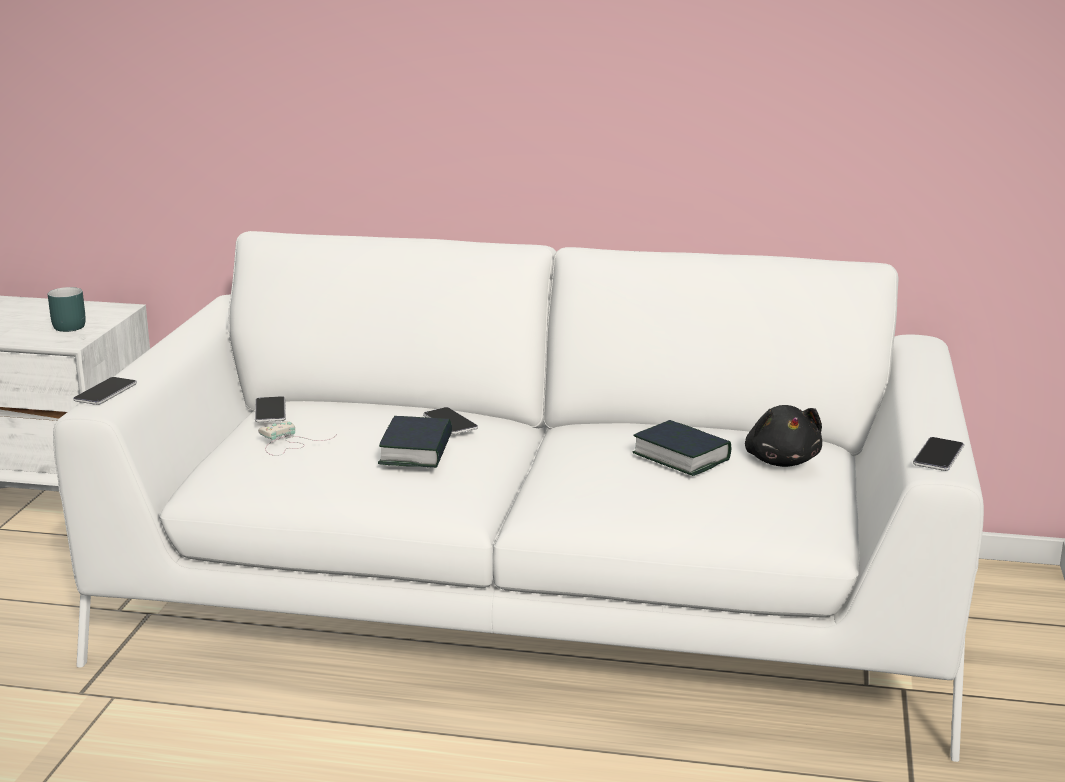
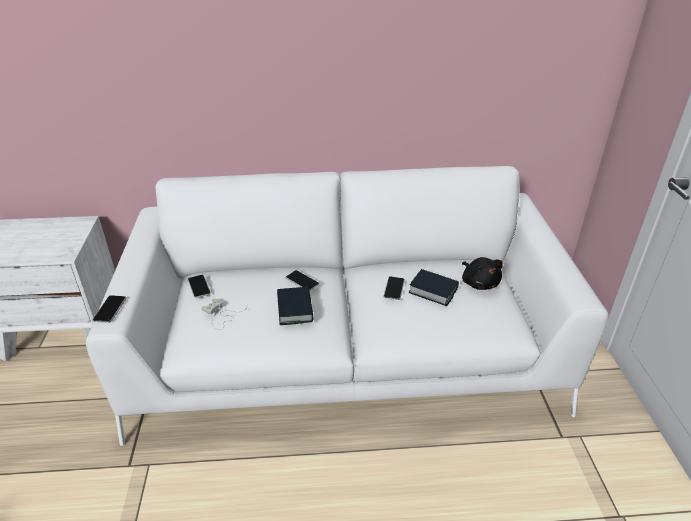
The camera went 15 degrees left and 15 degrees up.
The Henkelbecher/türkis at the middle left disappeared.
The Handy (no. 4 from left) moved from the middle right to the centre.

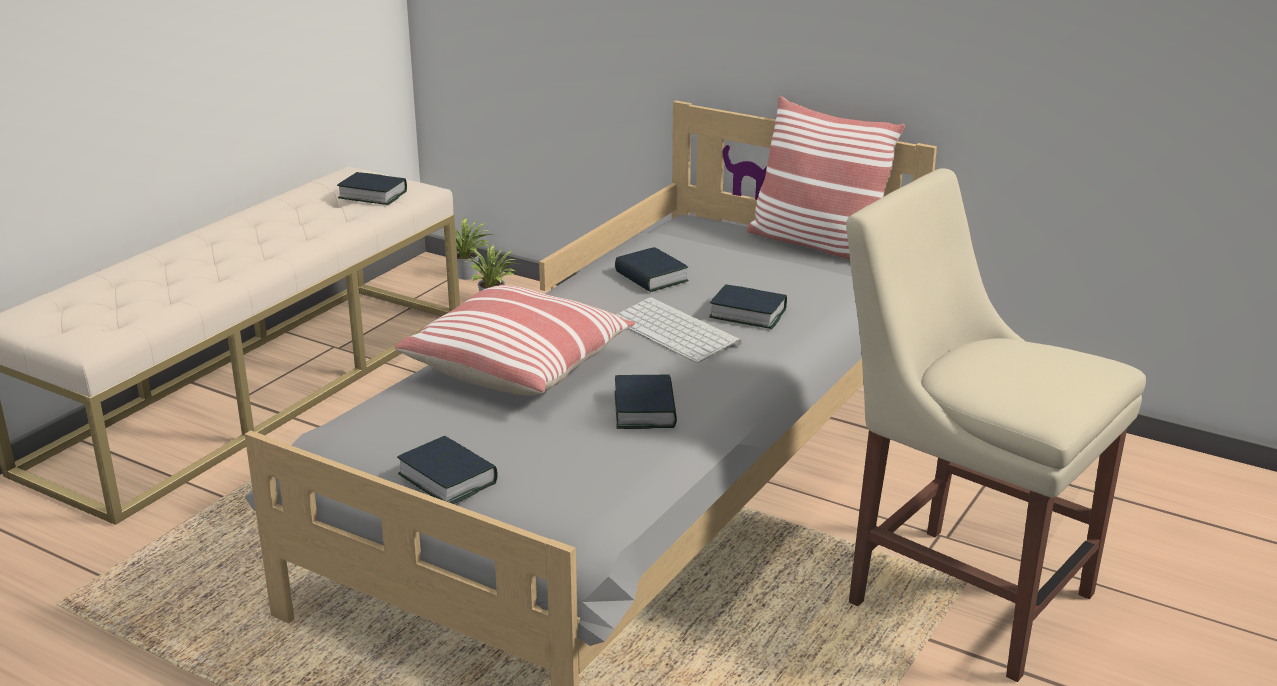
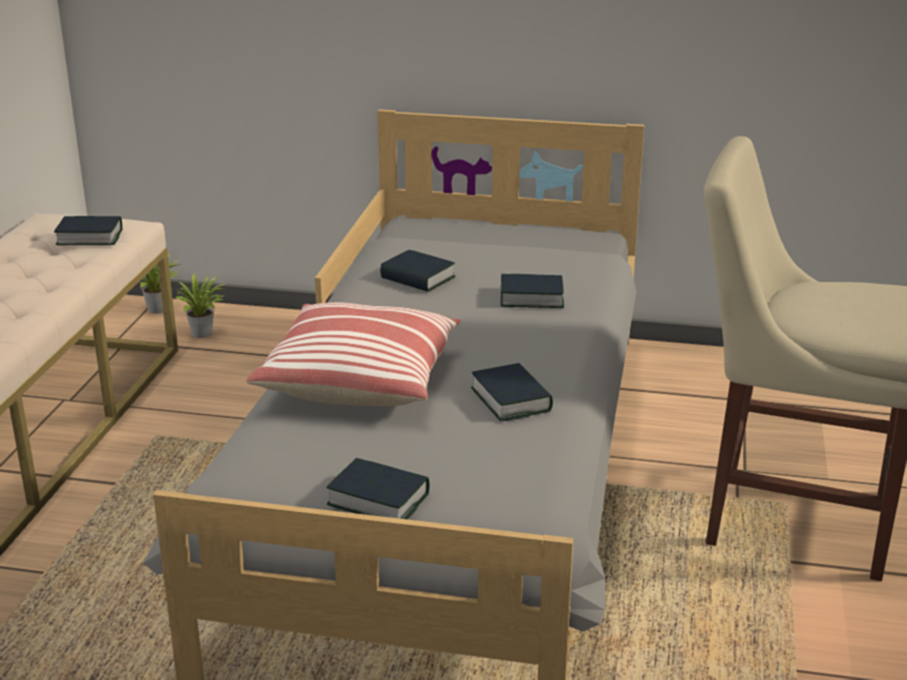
The camera went 20 degrees left and 0 degrees up.
The Tastatur at the centre disappeared.
The Kissen (no. 2 from left) at the top centre disappeared.

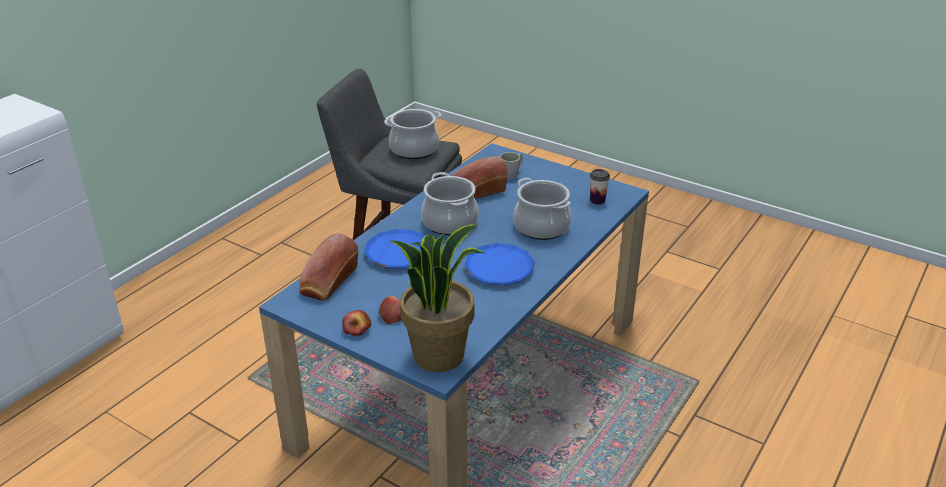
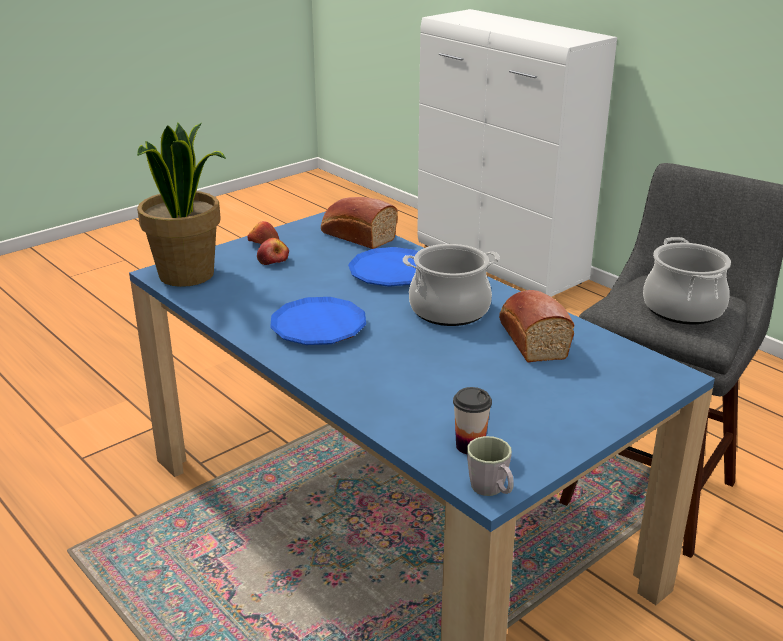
The camera went 105 degrees right and 5 degrees down.
The Kochtopf (no. 3 from left) at the centre disappeared.
The Henkelbecher/grau moved from the centre to the bottom centre.

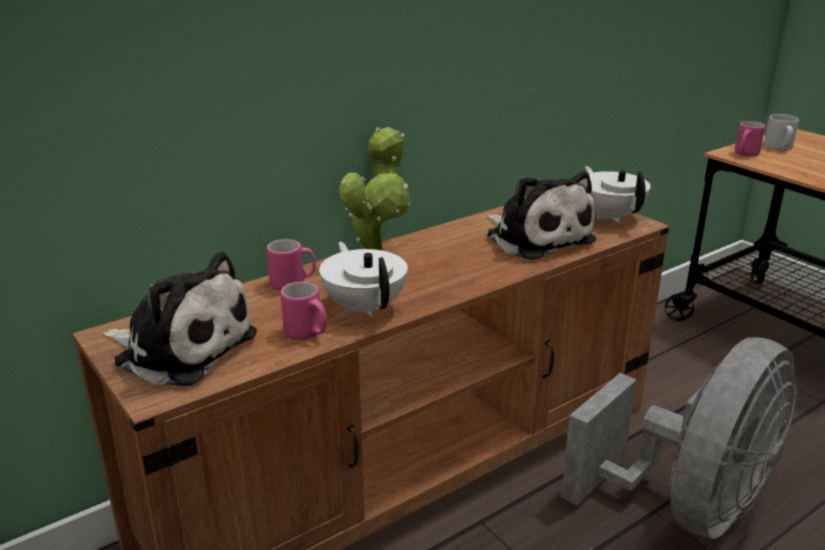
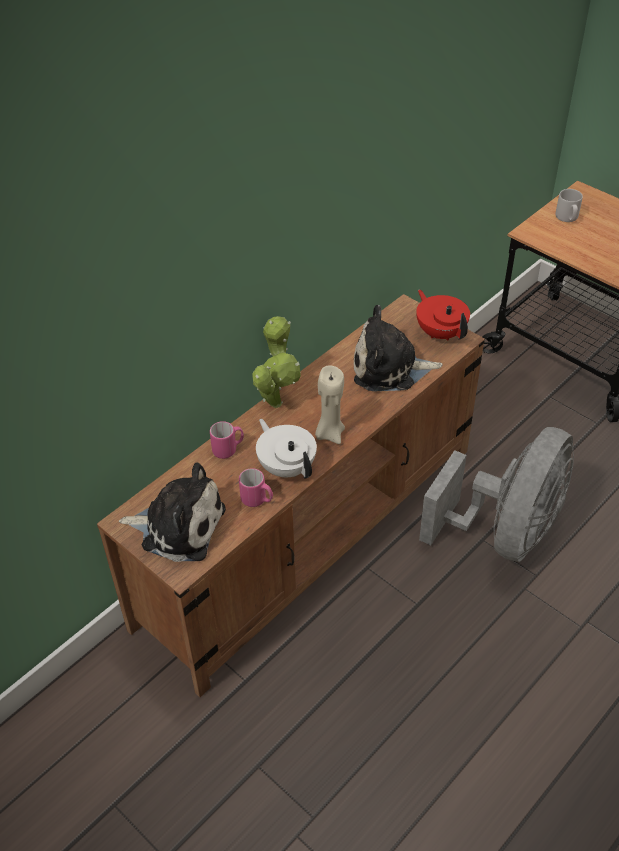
The camera went 10 degrees left and 20 degrees up.
The Henkelbecher/rosa (no. 3 from left) at the top right disappeared.
The Kerze/beige at the centre appeared.
The Teekanne/weiß (no. 2 from left) at the middle right became the Teekanne/rot at the middle right.
The Plüschtier (no. 2 from left) at the centre turned 135 degrees clockwise.

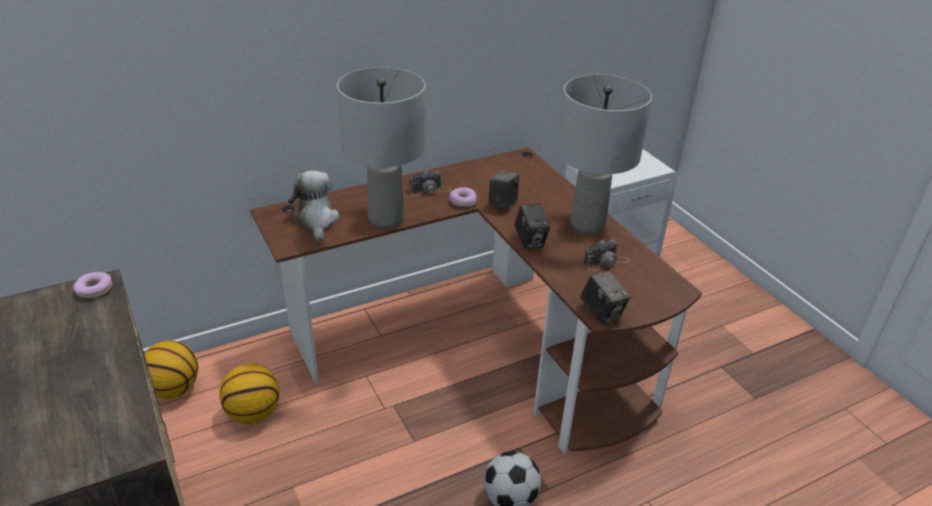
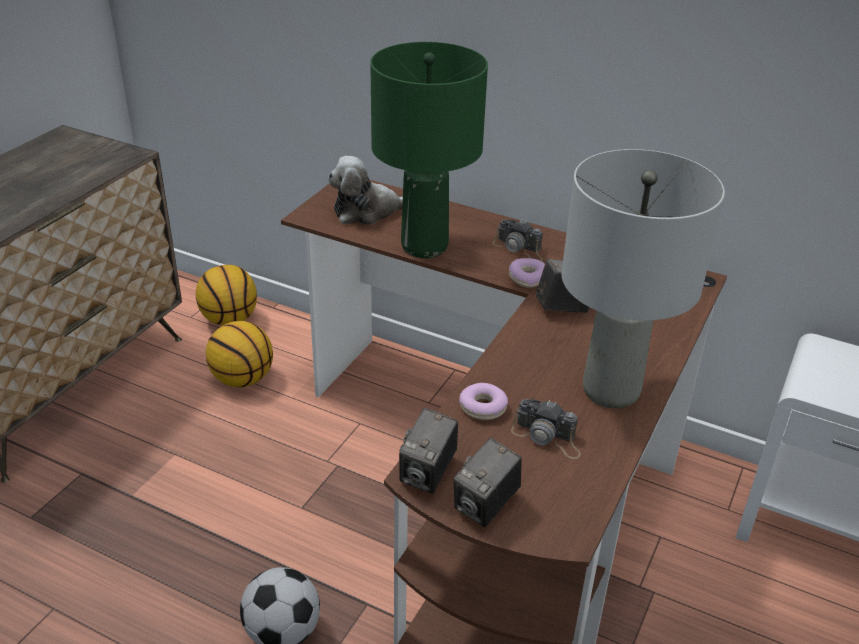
The camera went 55 degrees right and 0 degrees up.
The Donut (no. 1 from left) moved from the middle left to the centre.
The Kamera (no. 3 from left in the first image) moved from the centre to the bottom centre.
The Tischlampe/grau (no. 1 from left) at the top centre became the Tischlampe/grün at the top centre.
The Plüschtier at the centre turned 150 degrees counterclockwise.

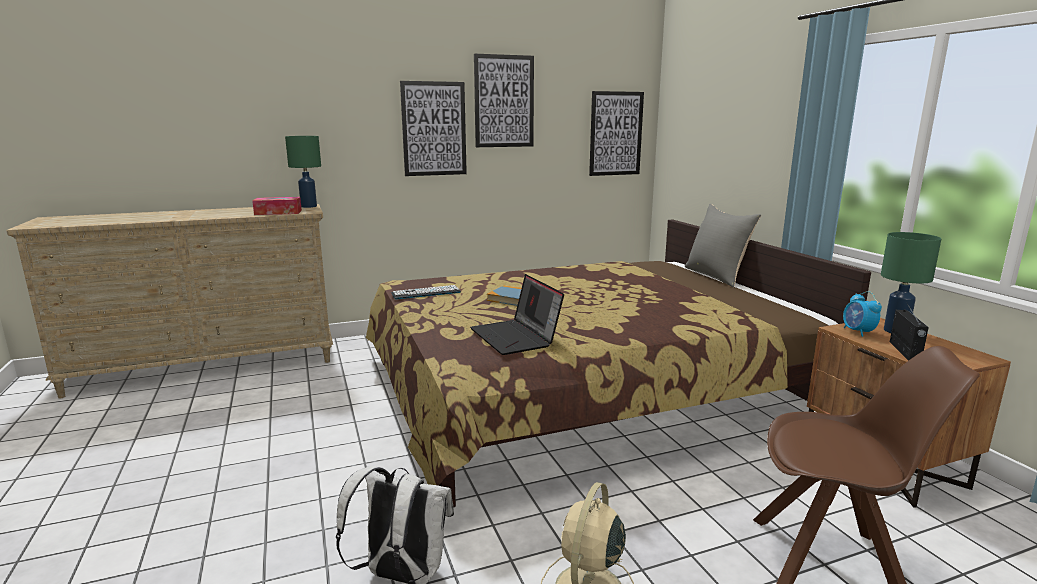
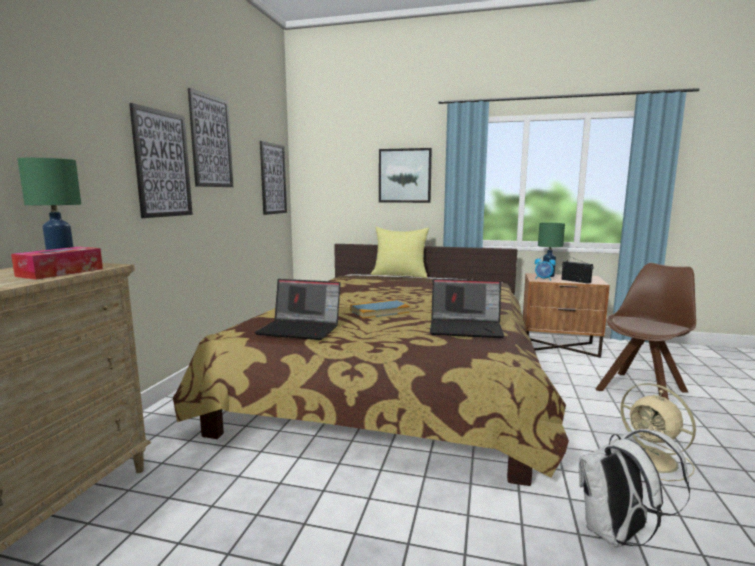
The camera went 55 degrees left and 5 degrees down.
The Bild (no. 4 from left) at the top centre appeared.
The Tastatur at the centre was replaced by the Laptop (no. 1 from left) at the centre.
The Kissen/grau at the middle right became the Kissen/gelb at the centre.

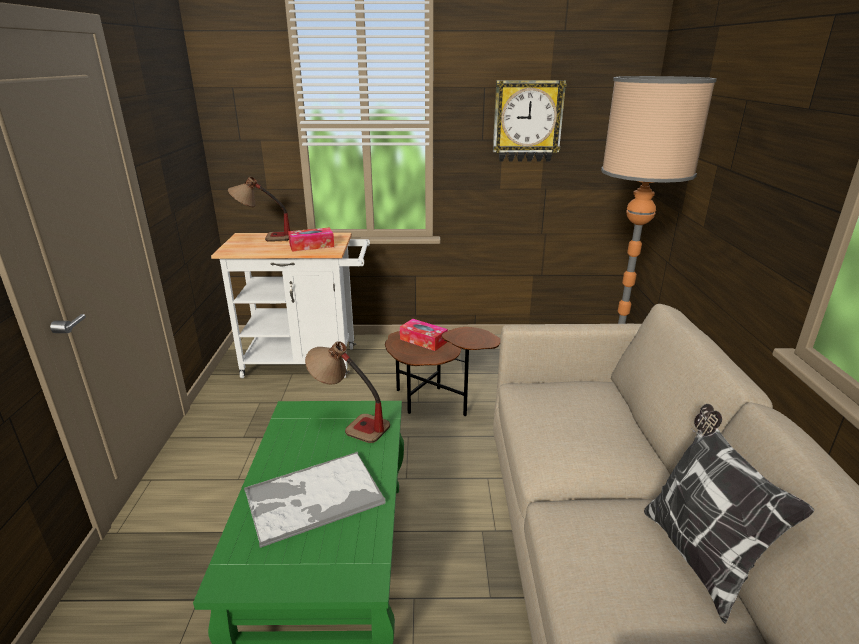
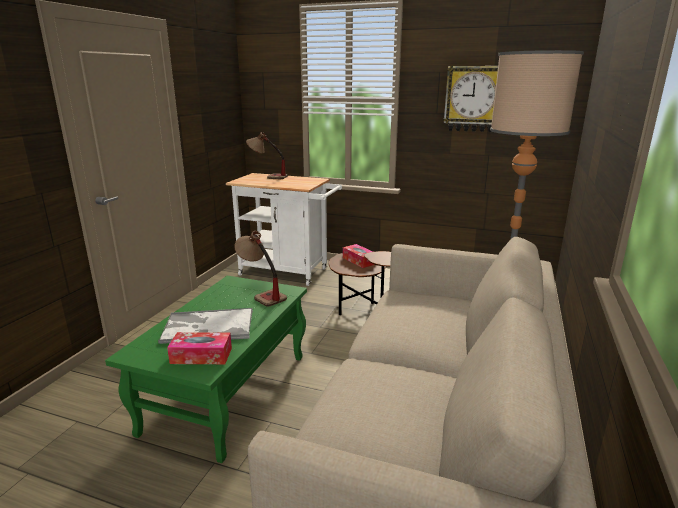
The camera went 20 degrees right and 5 degrees down.
The Kissen at the bottom right disappeared.
The Taschentuchbox (no. 1 from left) moved from the centre to the bottom left.

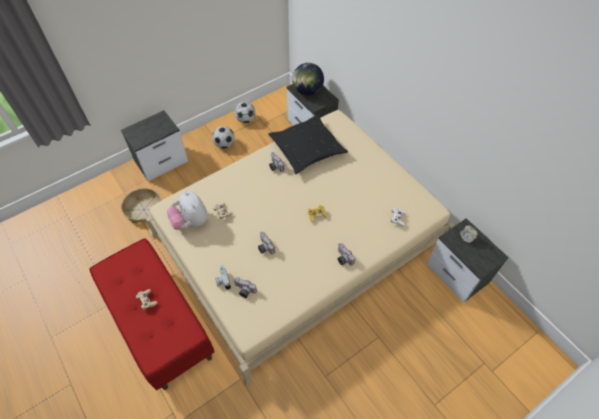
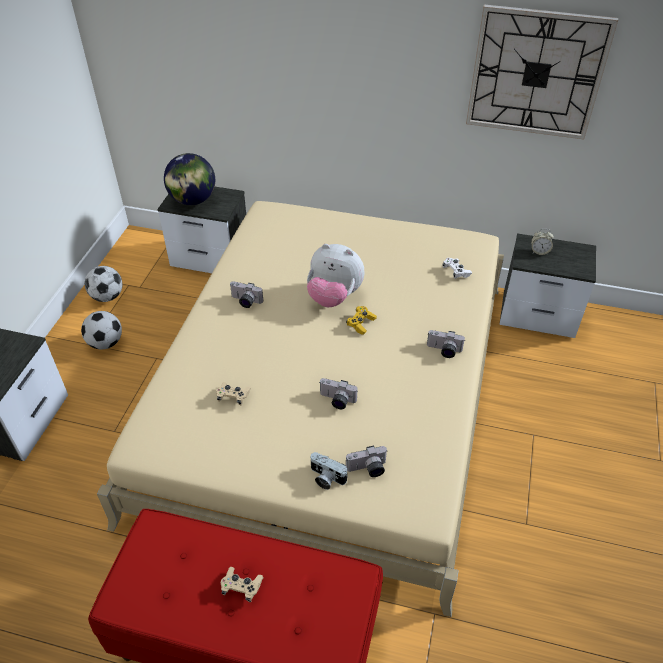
The camera went 40 degrees left and 10 degrees down.
The Korb at the middle left disappeared.
The Kissen/schwarz at the centre disappeared.
The Wanduhr at the top right appeared.
The Plüschtier moved from the middle left to the centre.

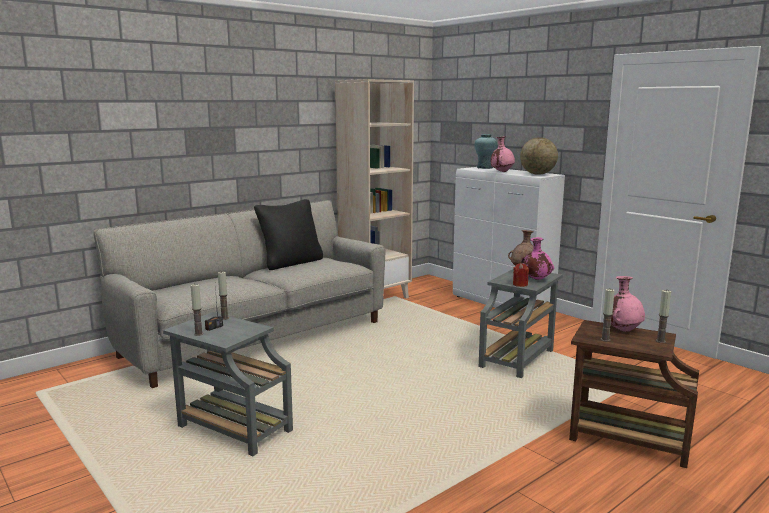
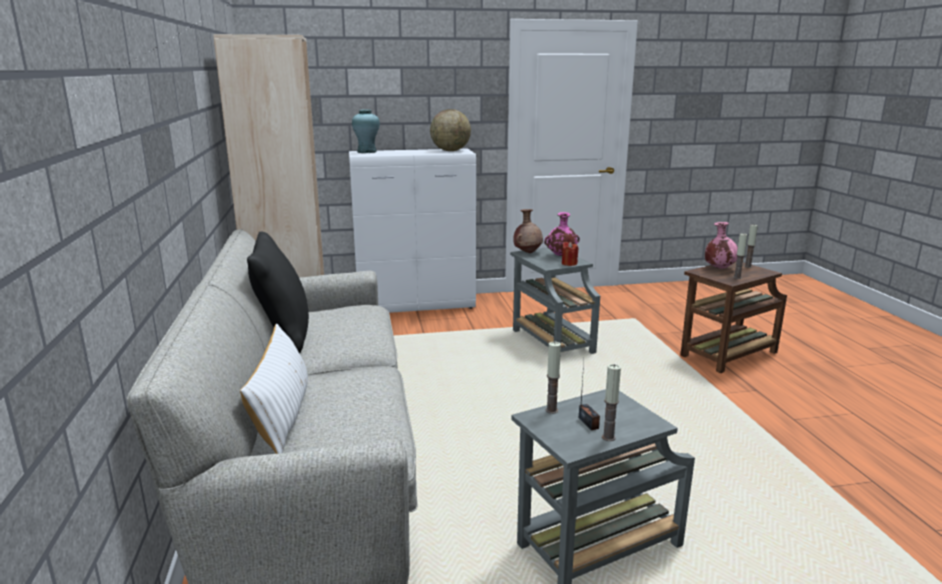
The camera went 60 degrees left and 5 degrees up.
The Vase/rosa (no. 1 from left) at the top centre disappeared.
The Kissen/weiß at the middle left appeared.

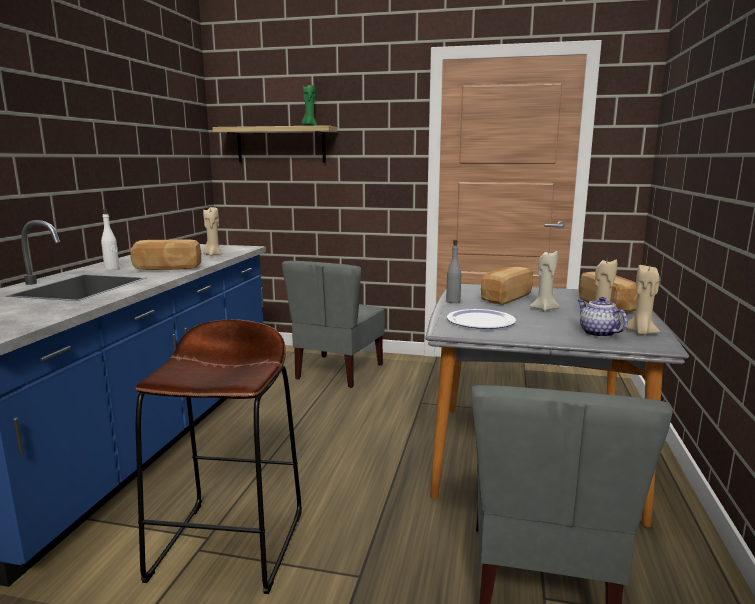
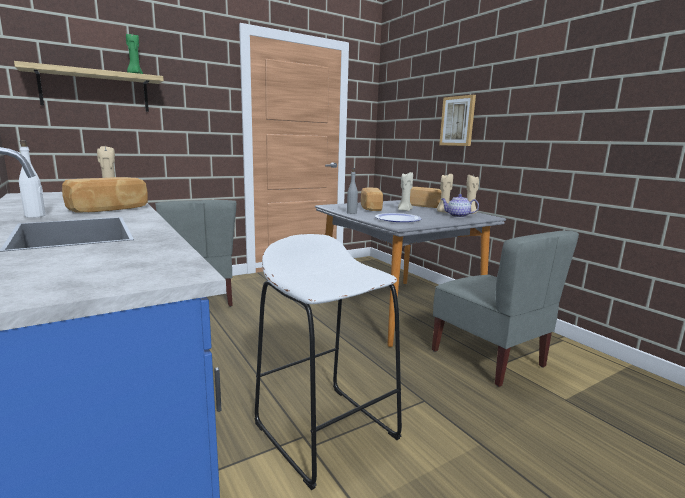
The camera went 45 degrees left and 0 degrees up.
The Bild at the top right appeared.
The Hocker/braun at the bottom left became the Hocker/weiß at the bottom centre.

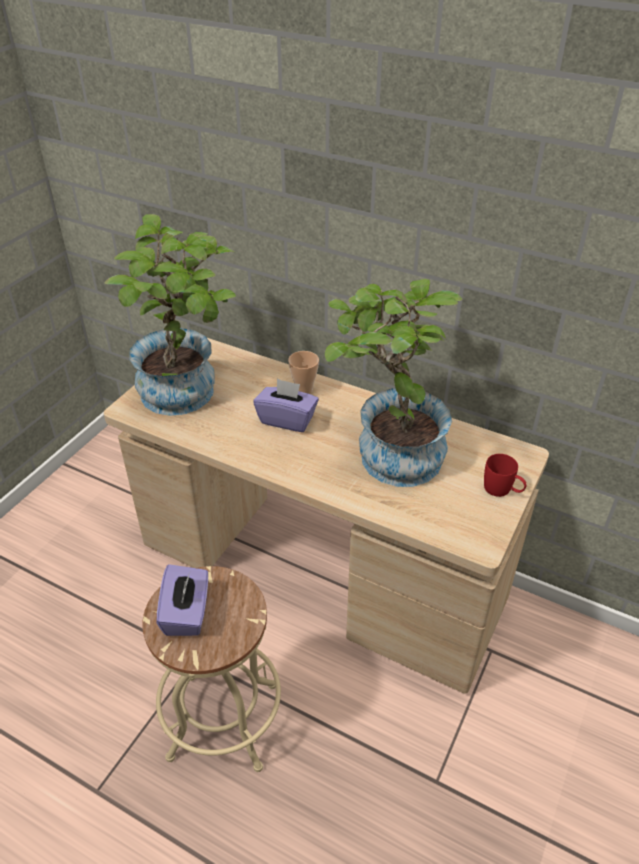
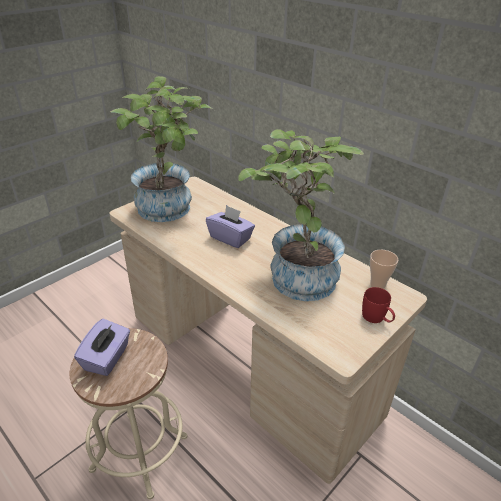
The camera went 15 degrees right and 5 degrees down.
The Tasse moved from the centre to the middle right.

